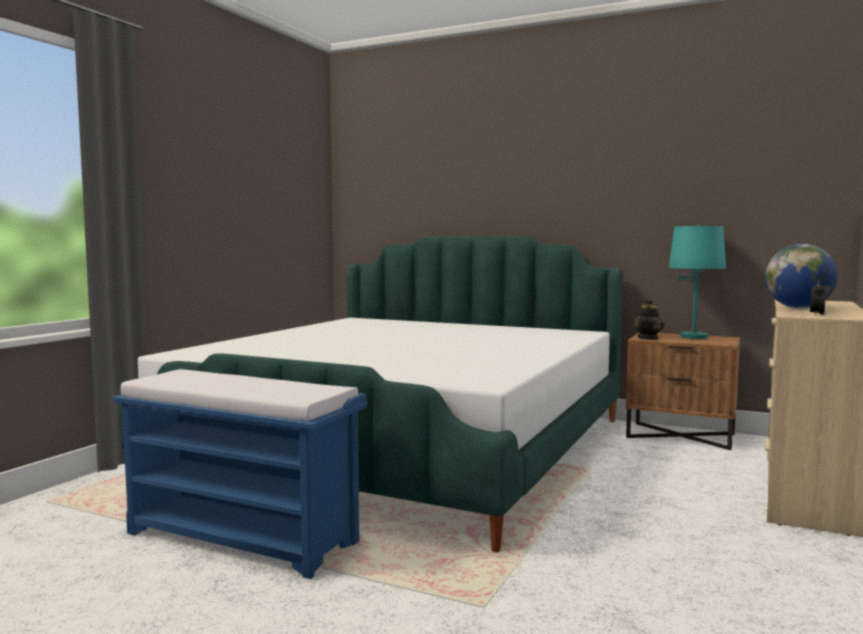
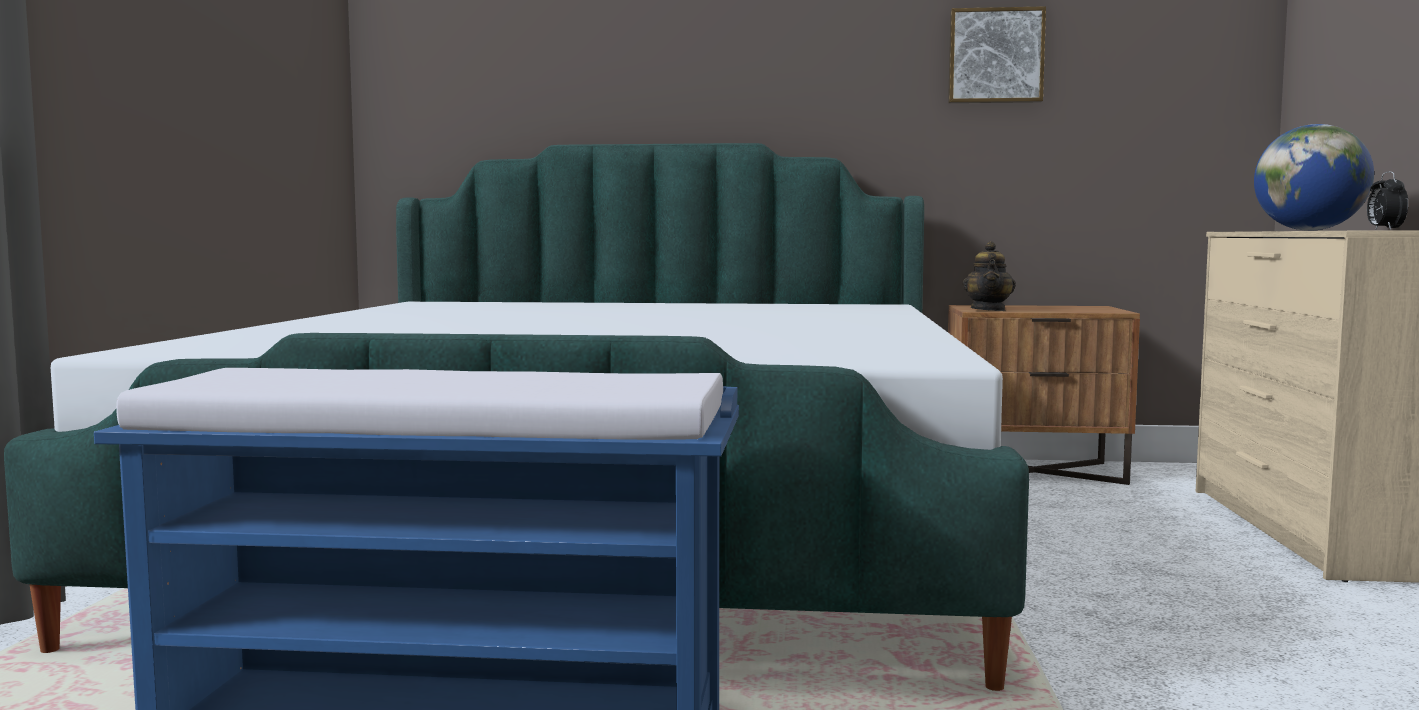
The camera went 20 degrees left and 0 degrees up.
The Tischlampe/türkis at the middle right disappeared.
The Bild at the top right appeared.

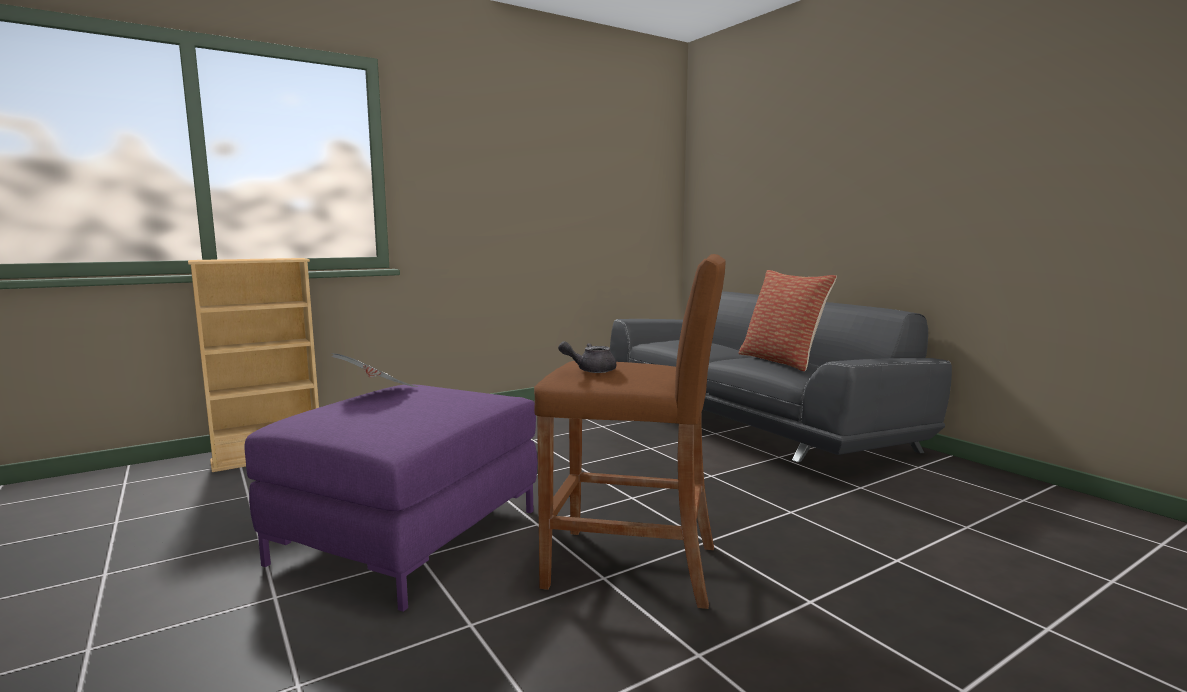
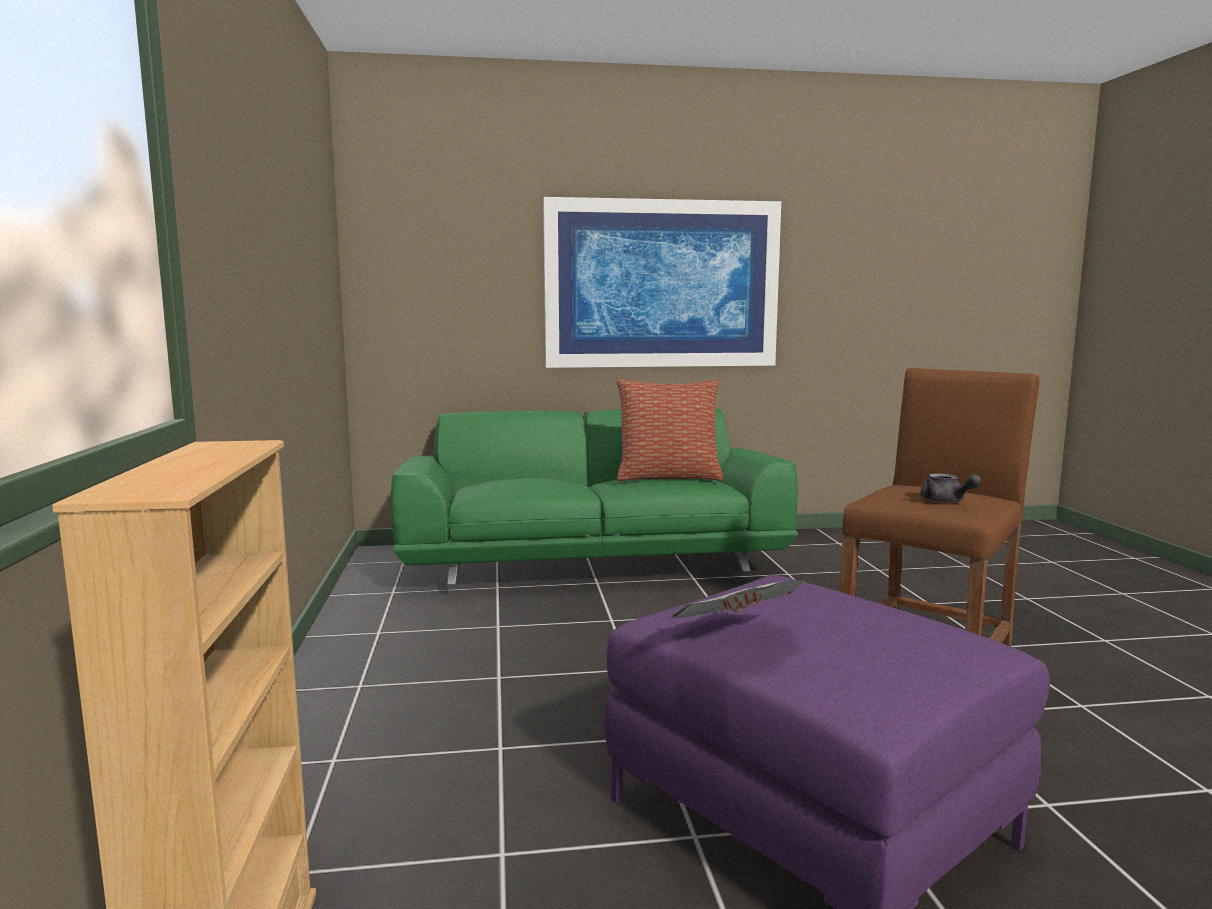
The camera went 65 degrees left and 0 degrees up.
The Bild at the top centre appeared.
The Sofa/grau at the centre became the Sofa/grün at the centre.
The Teekanne/grau at the centre turned 45 degrees counterclockwise.

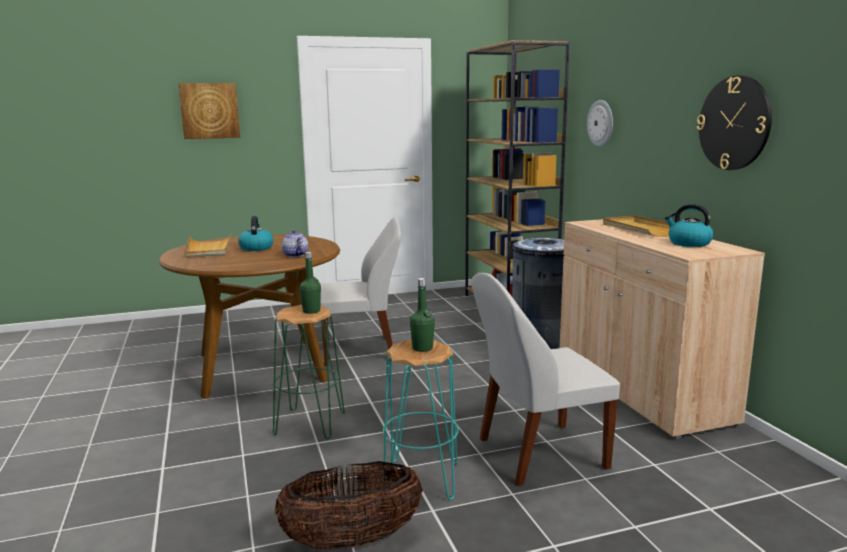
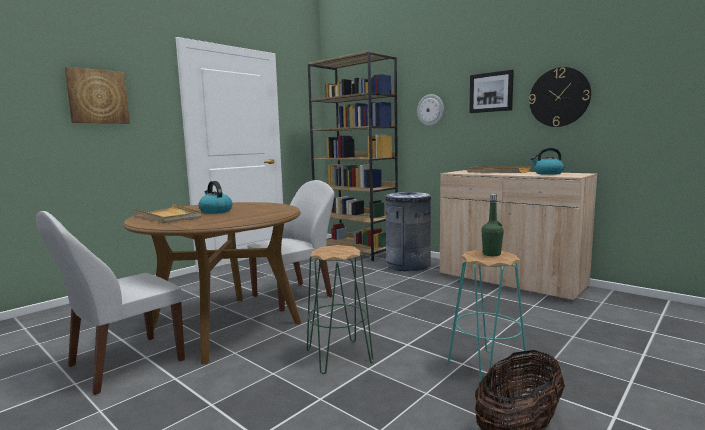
The camera went 30 degrees left and 5 degrees down.
The Teekanne at the centre disappeared.
The Flasche/grün (no. 1 from left) at the centre disappeared.
The Bild (no. 2 from left) at the top right appeared.
The Stuhl/weiß (no. 2 from left in the first image) moved from the bottom centre to the bottom left.

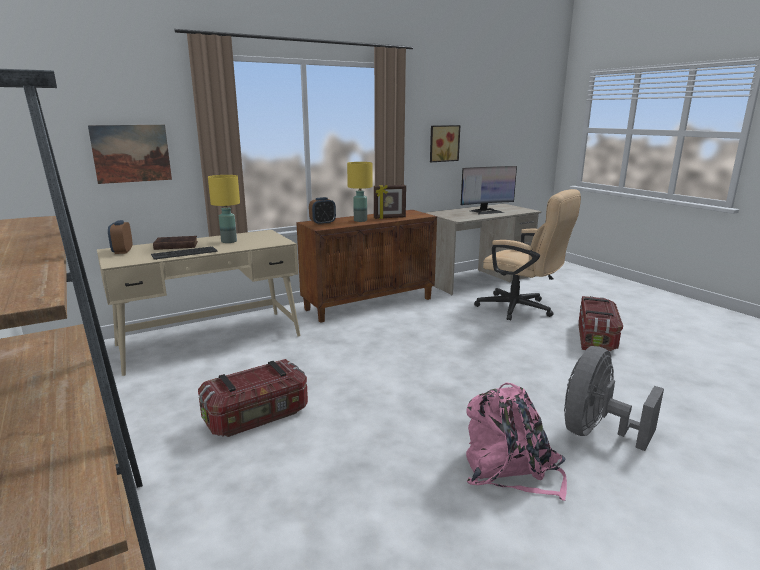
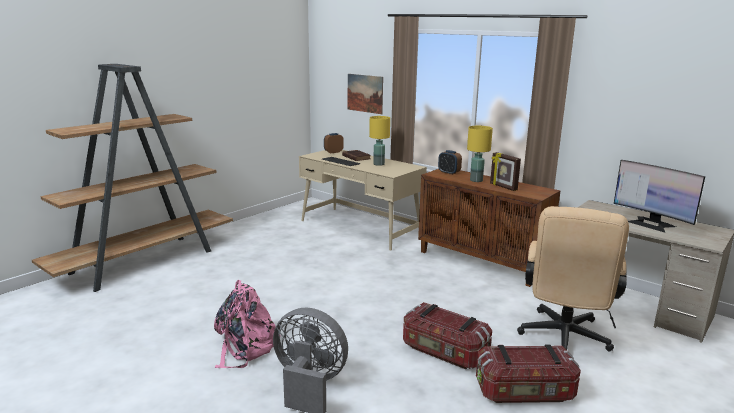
The camera went 70 degrees right and 0 degrees up.
The Bild (no. 2 from left) at the top centre disappeared.
The Aufbewahrungsbox (no. 1 from left) moved from the bottom left to the bottom centre.

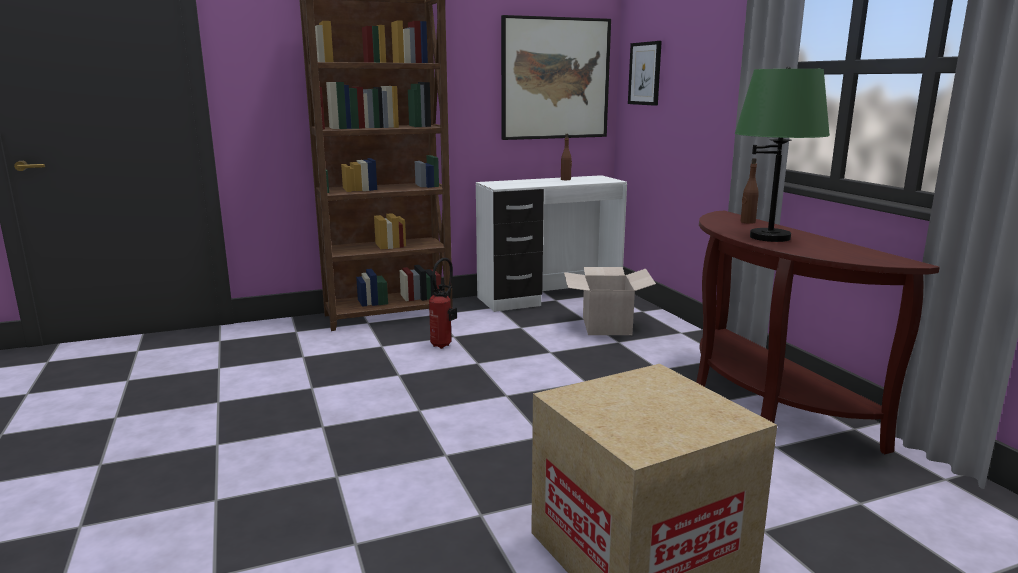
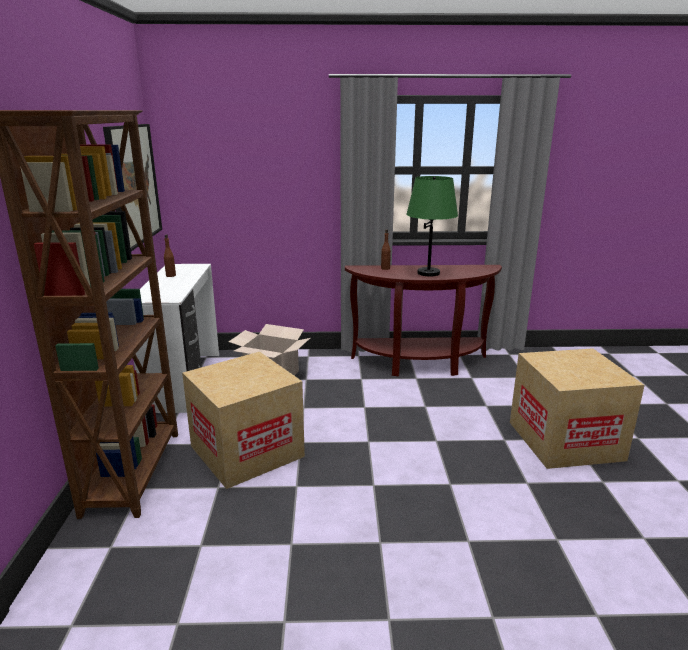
The camera went 70 degrees left and 5 degrees up.
The Bild (no. 2 from left) at the top centre disappeared.
The Feuerlöscher at the centre was replaced by the Karton (no. 1 from left) at the centre.

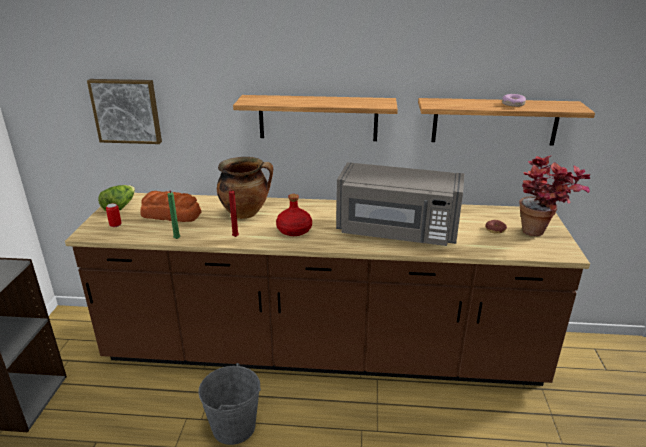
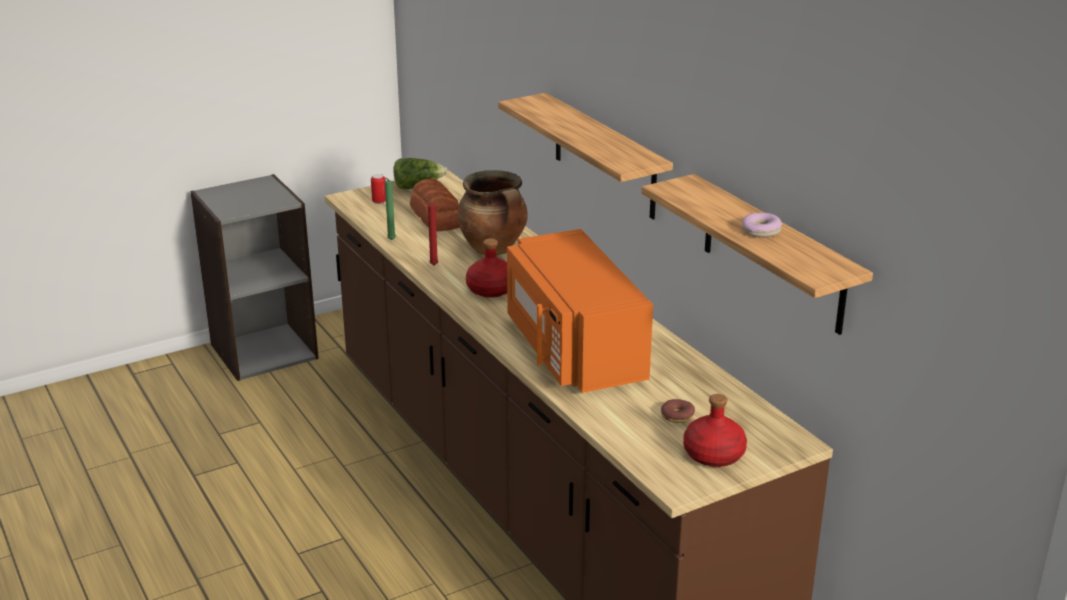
The camera went 55 degrees right and 0 degrees up.
The Bild at the top left disappeared.
The Eimer/grau at the bottom centre disappeared.
The Topfpflanze at the middle right was replaced by the Flasche/rot (no. 2 from left) at the bottom right.
The Mikrowelle/grau at the centre became the Mikrowelle/orange at the centre.

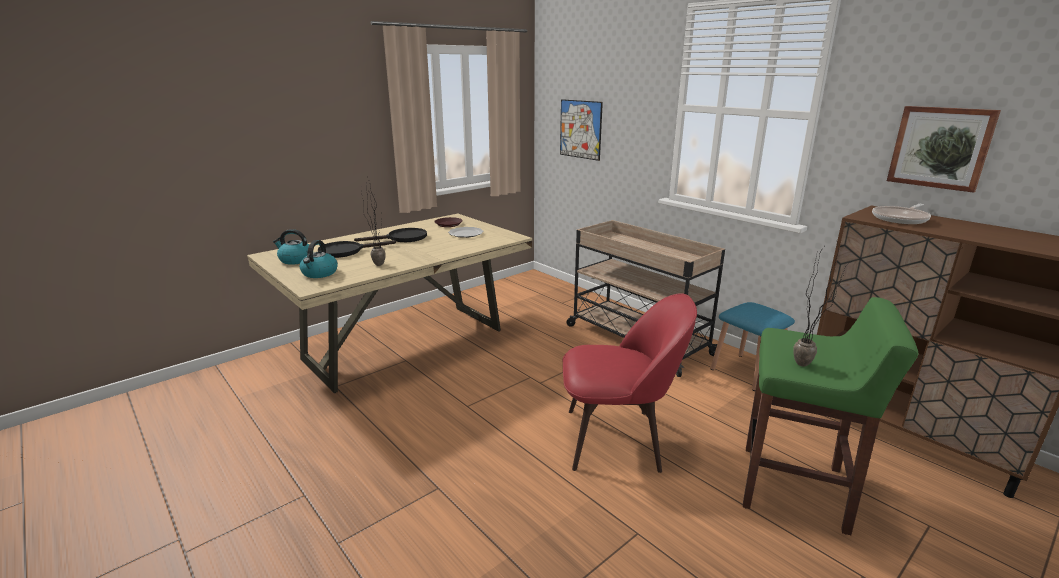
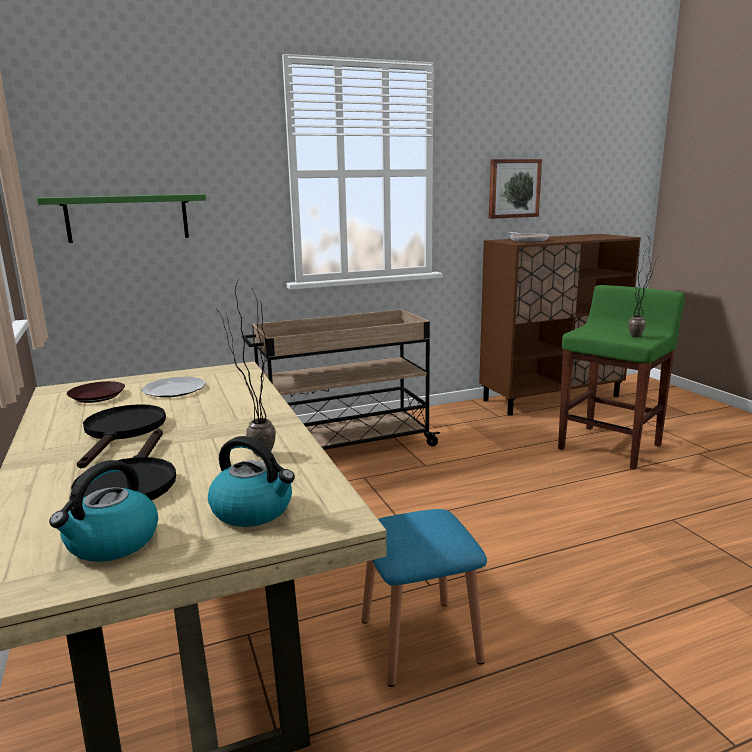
The camera went 70 degrees left and 5 degrees down.
The Stuhl/rot at the centre disappeared.
The Hocker/blau moved from the middle right to the bottom centre.
The Bild (no. 1 from left) at the top centre was replaced by the Wandregal/grün at the top left.

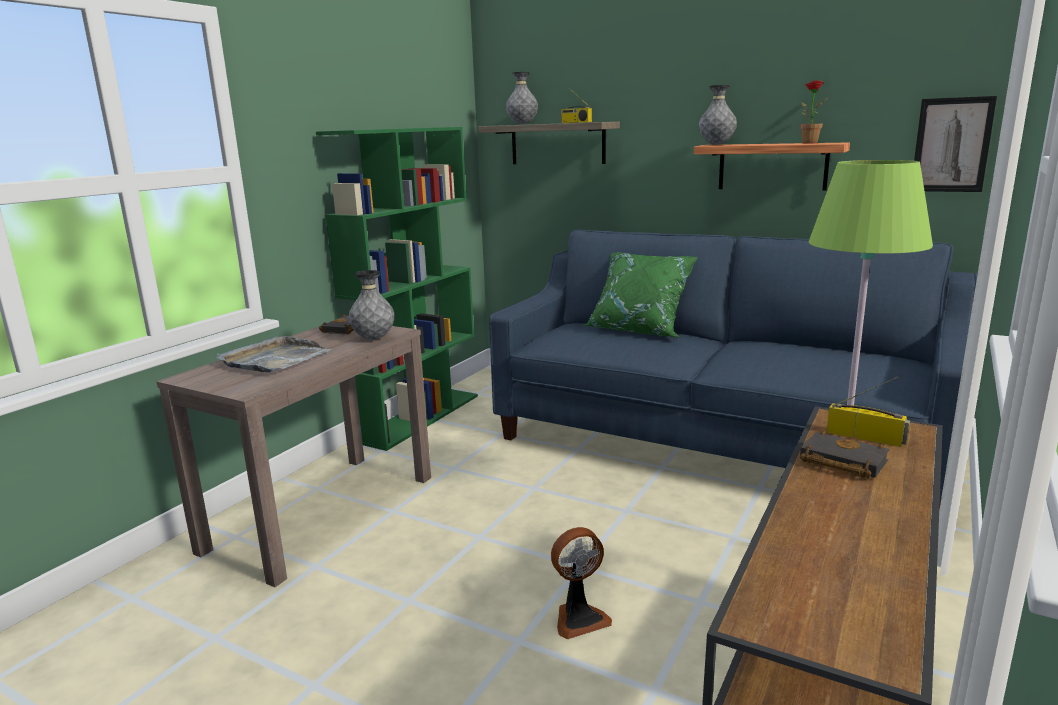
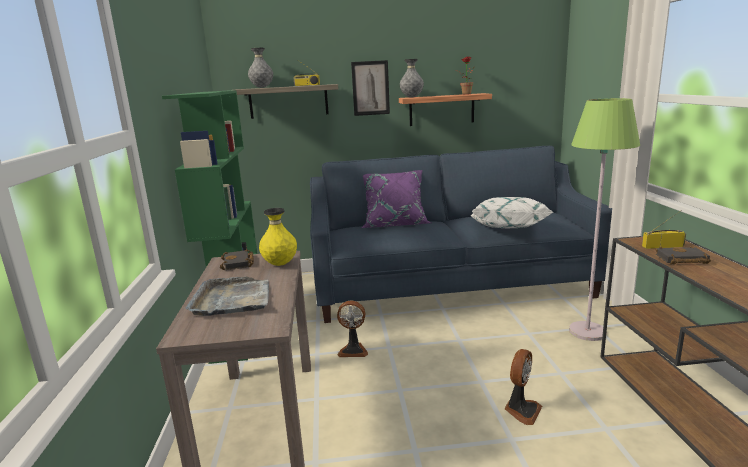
The camera went 35 degrees left and 0 degrees up.
The Ventilator (no. 1 from left) at the bottom centre appeared.
The Kissen/weiß at the middle right appeared.
The Bild moved from the top right to the top centre.
The Vase/grau (no. 1 from left) at the centre became the Vase/gelb at the centre.
The Kissen/grün at the centre became the Kissen/lila at the centre.

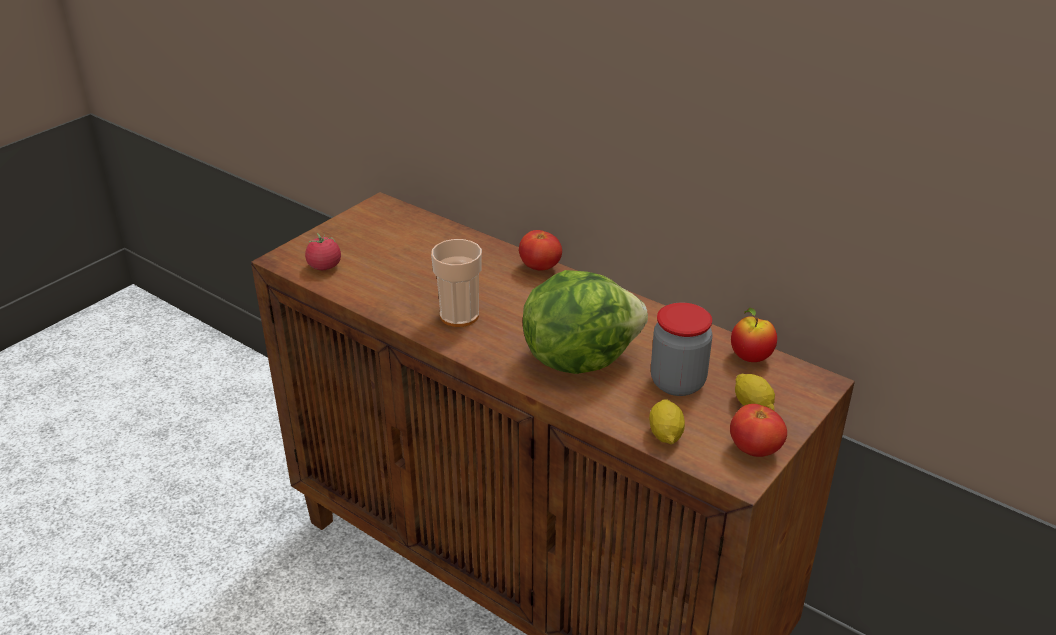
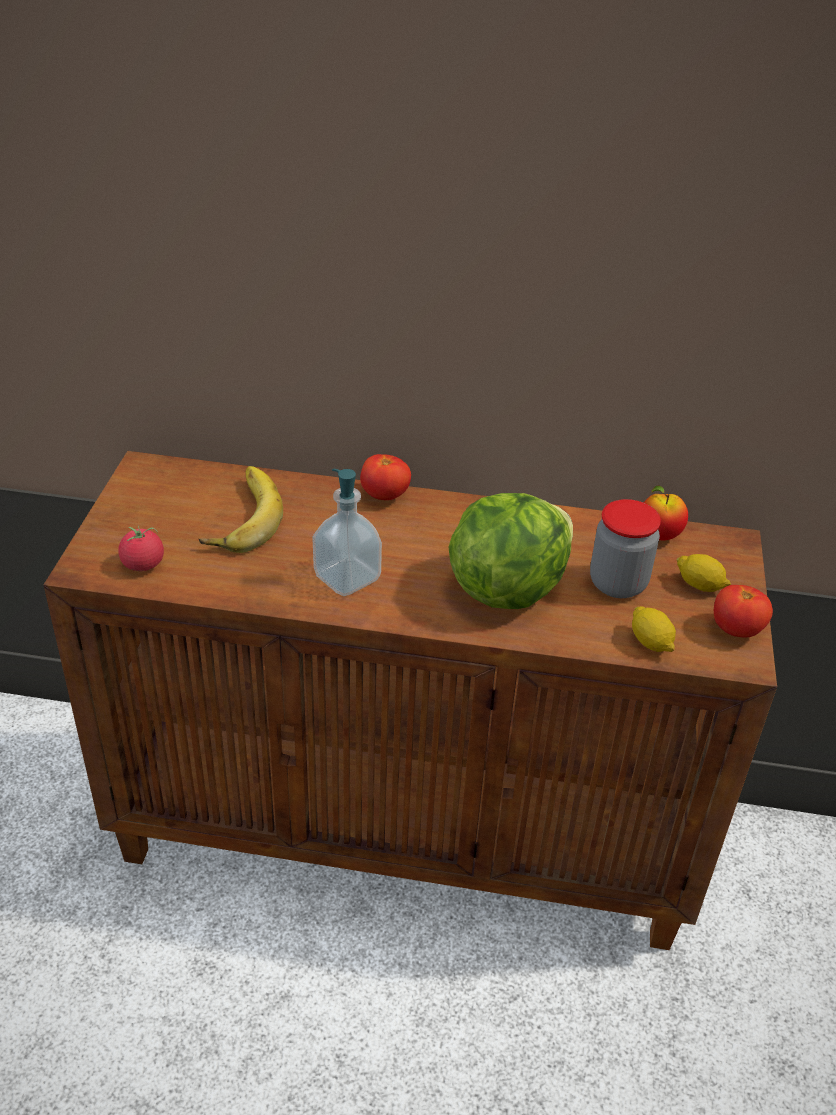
The camera went 30 degrees left and 5 degrees up.
The Banane at the middle left appeared.
The Tasse at the centre was replaced by the Seifenspender at the centre.

